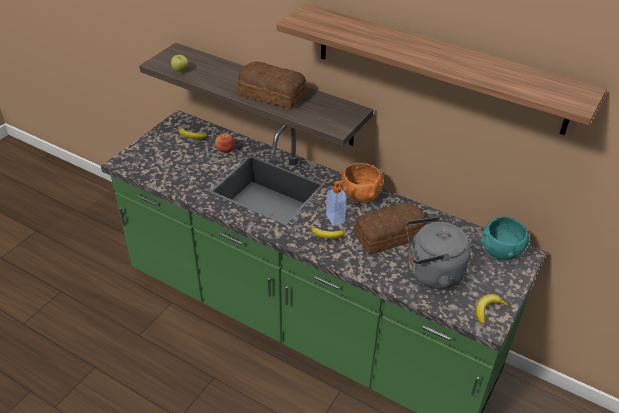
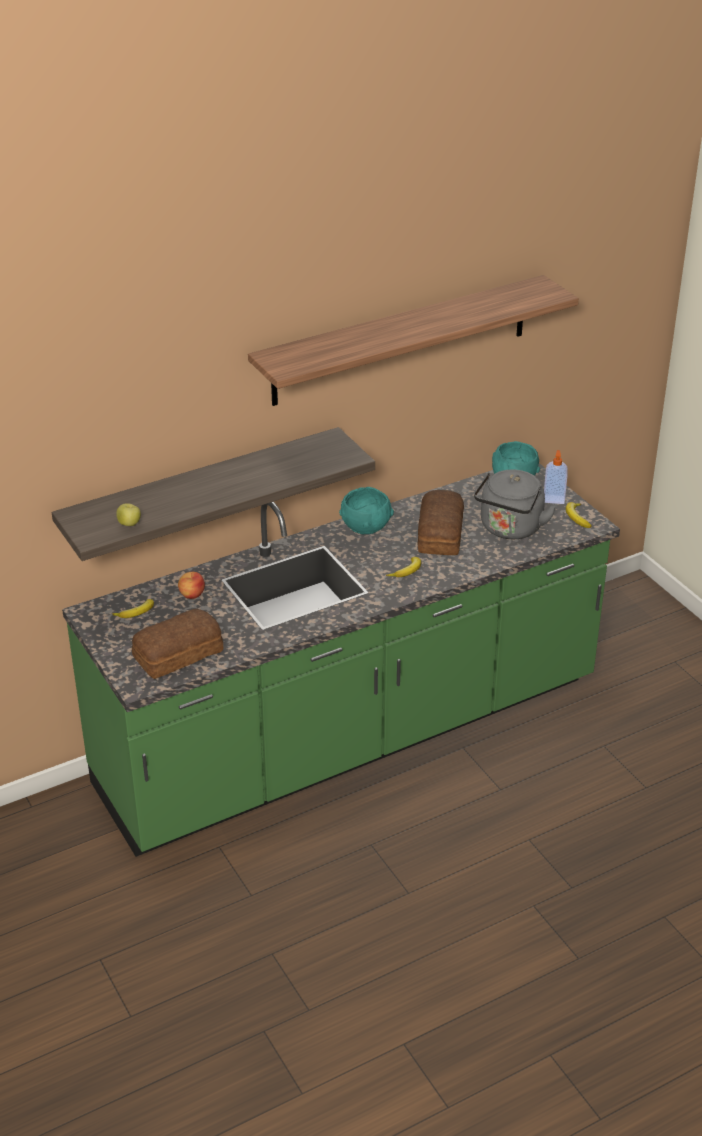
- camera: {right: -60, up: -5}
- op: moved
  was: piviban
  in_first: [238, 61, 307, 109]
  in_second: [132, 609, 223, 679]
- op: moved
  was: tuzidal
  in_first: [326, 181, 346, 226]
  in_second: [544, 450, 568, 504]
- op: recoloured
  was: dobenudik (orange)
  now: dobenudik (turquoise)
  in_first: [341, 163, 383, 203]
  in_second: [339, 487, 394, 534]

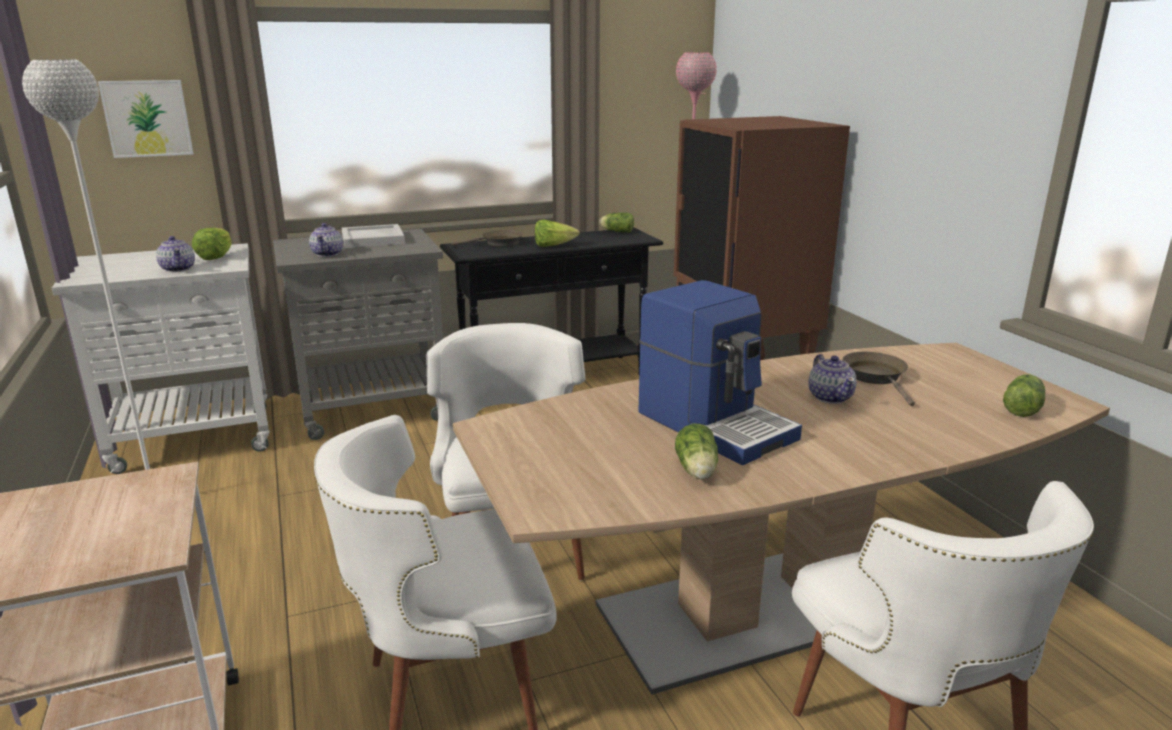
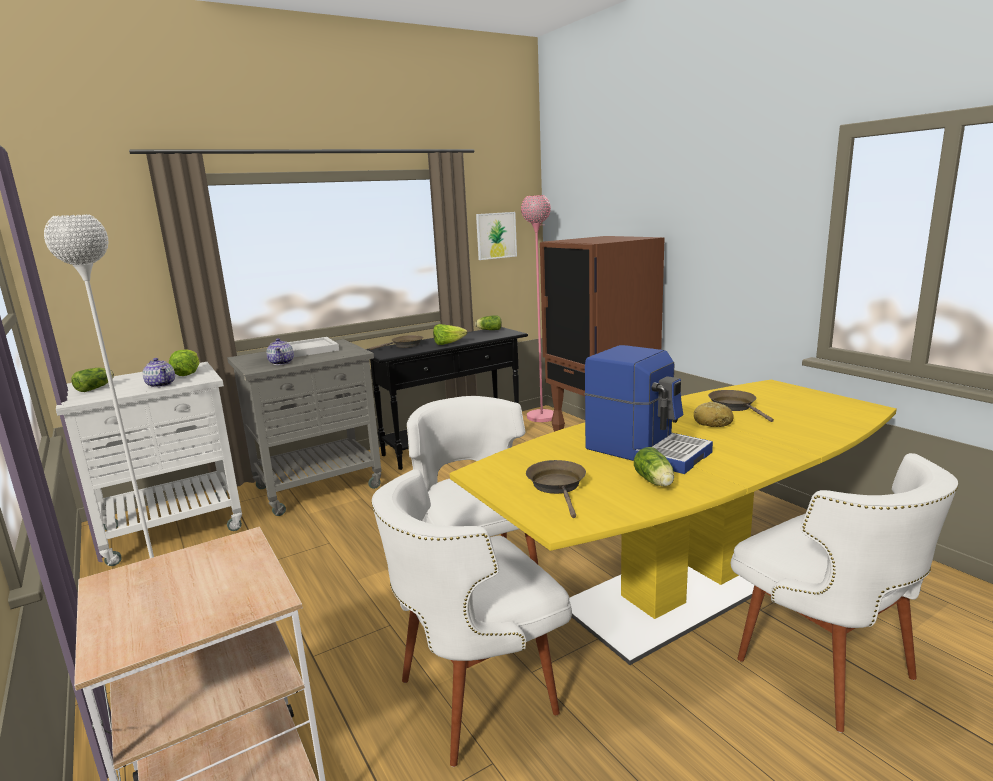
- camera: {right: -10, up: -5}
- op: moved
  was: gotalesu
  in_first: [98, 80, 194, 158]
  in_second: [476, 212, 517, 260]
- op: recoloured
  was: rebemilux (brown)
  now: rebemilux (yellow)
  in_first: [453, 343, 1110, 695]
  in_second: [450, 380, 897, 665]
- op: replaced
  was: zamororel
  now: piviban
  in_first: [808, 354, 856, 404]
  in_second: [694, 401, 734, 427]
- op: moved
  was: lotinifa
  in_first: [1003, 374, 1045, 417]
  in_second: [71, 368, 114, 392]
- op: added
  now: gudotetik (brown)
  in_second: [526, 460, 586, 518]

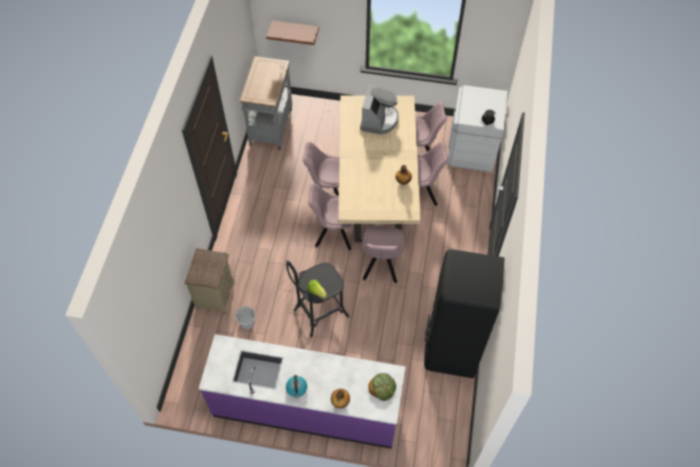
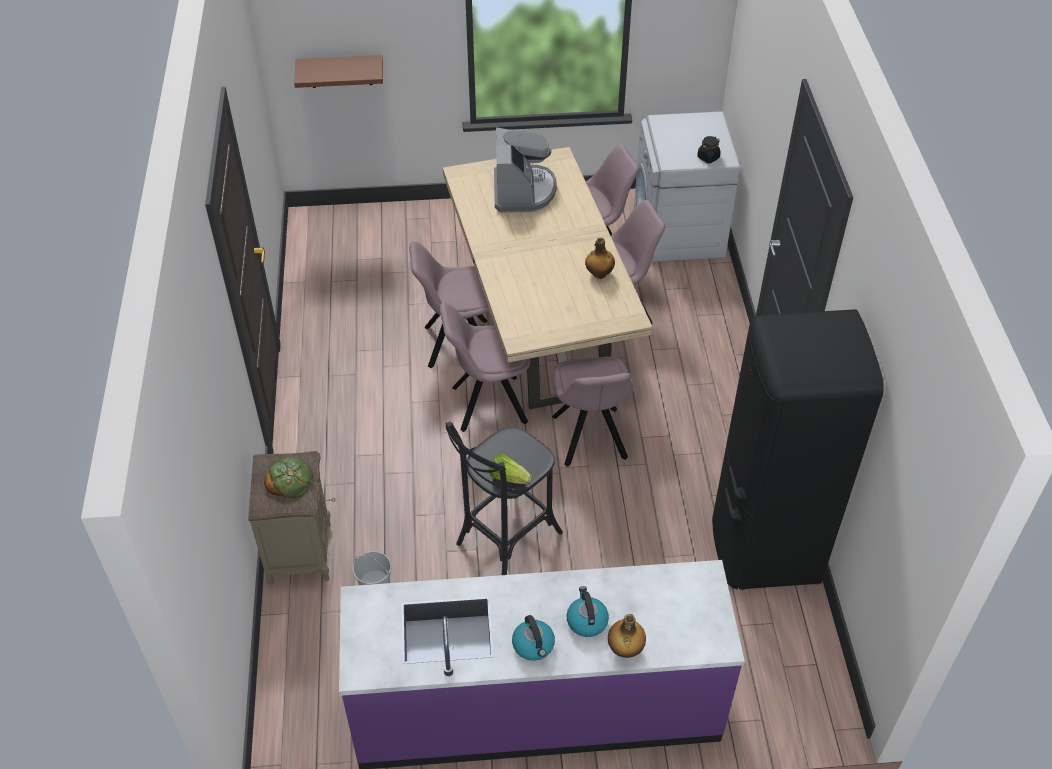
- camera: {right: -15, up: -10}
- op: removed
  was: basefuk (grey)
  in_first: [240, 56, 292, 150]
- op: moved
  was: piviban
  in_first: [368, 373, 396, 401]
  in_second: [264, 457, 313, 499]
- op: added
  now: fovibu
  in_second: [566, 586, 609, 637]

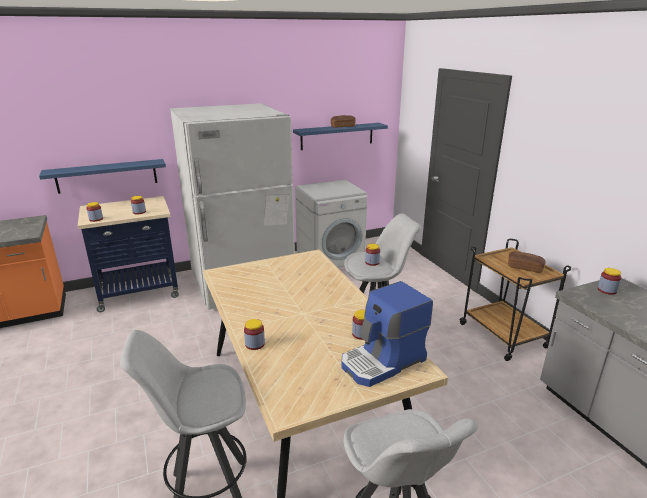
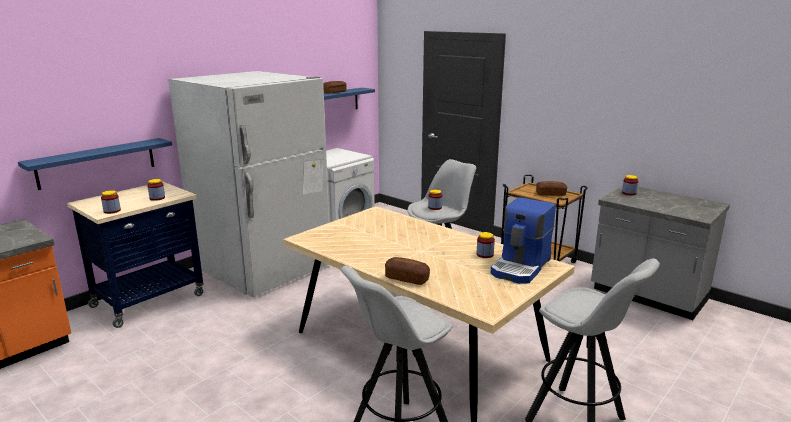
- camera: {right: -25, up: -5}
- op: replaced
  was: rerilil
  now: piviban
  in_first: [244, 319, 265, 350]
  in_second: [385, 257, 430, 285]

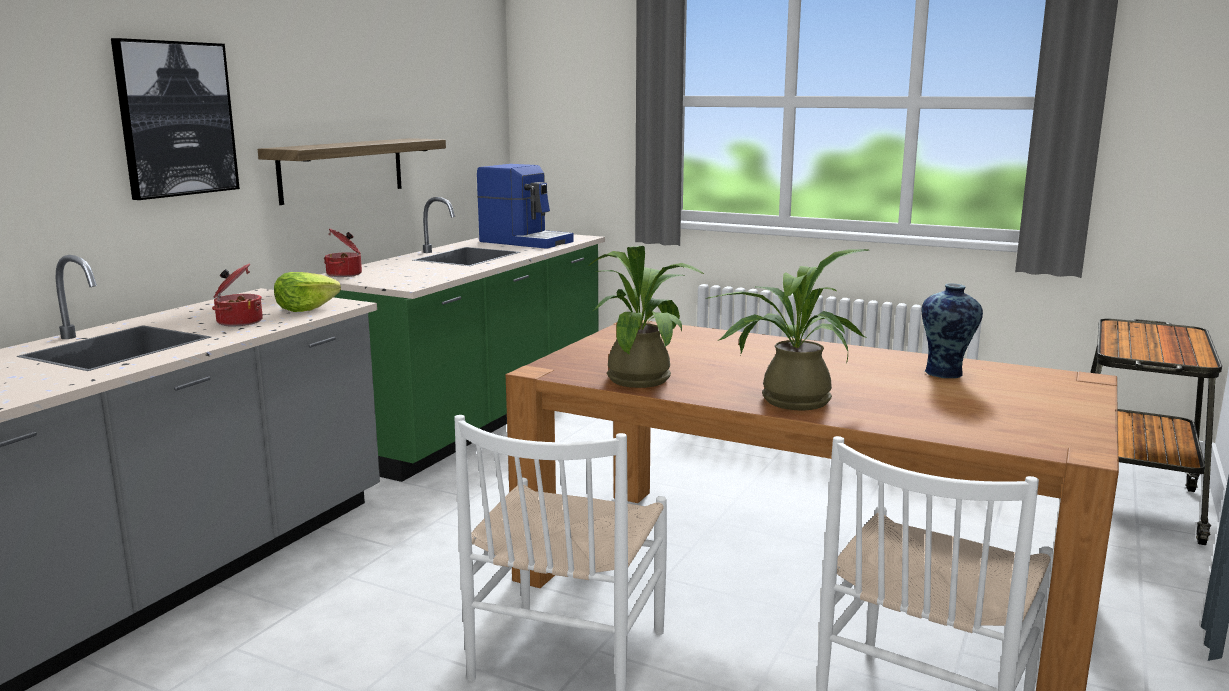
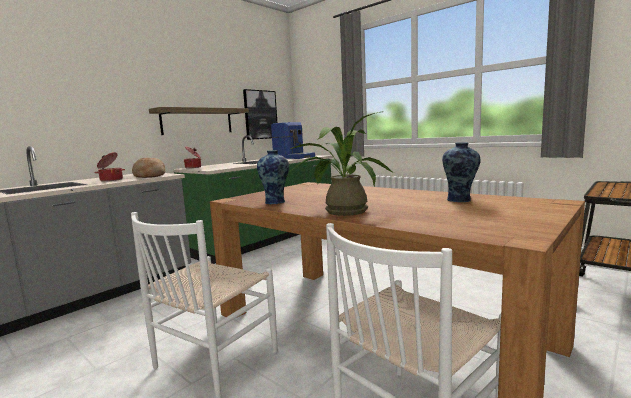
- camera: {right: 15, up: -5}
- op: moved
  was: gotalesu
  in_first: [111, 38, 240, 200]
  in_second: [243, 89, 277, 140]
- op: replaced
  was: lotinifa
  now: piviban
  in_first: [274, 272, 341, 312]
  in_second: [132, 158, 165, 178]
- op: replaced
  was: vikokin
  now: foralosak
  in_first: [589, 246, 705, 388]
  in_second: [257, 150, 289, 204]

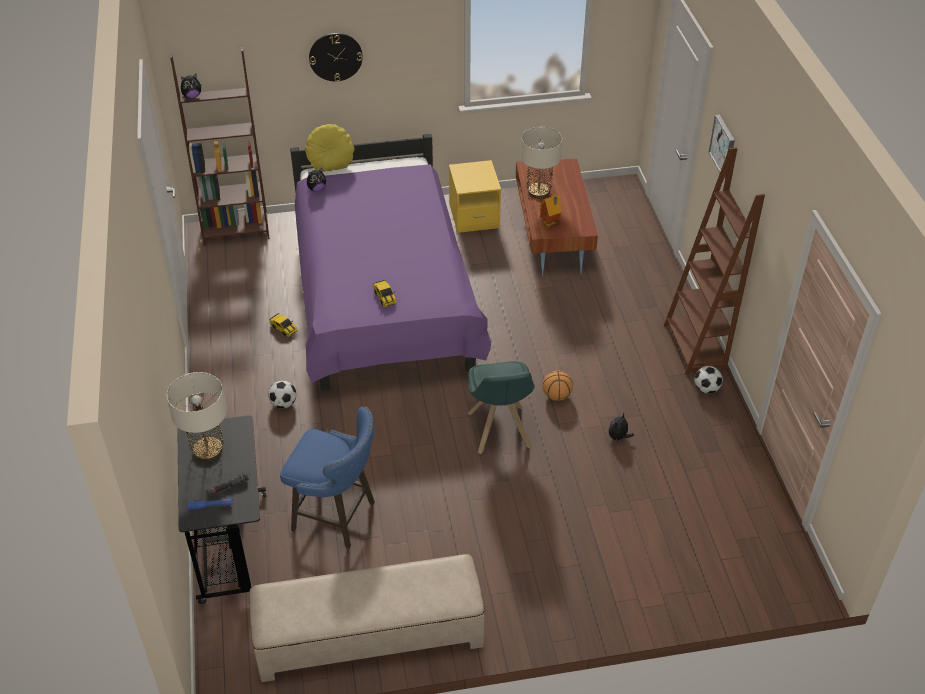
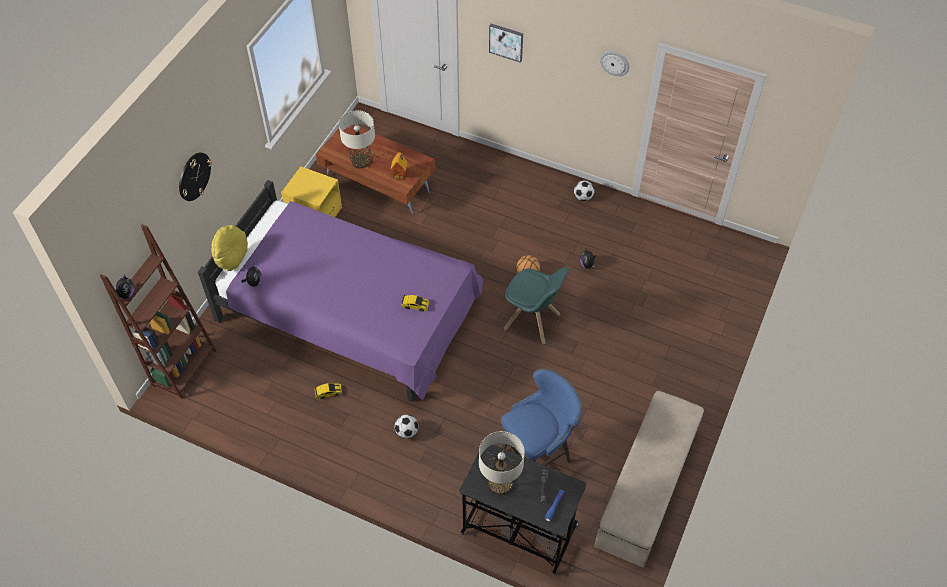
- camera: {right: -55, up: 10}
- op: removed
  was: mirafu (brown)
  in_first: [664, 147, 765, 375]
- op: added
  now: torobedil
  in_second: [600, 51, 629, 76]

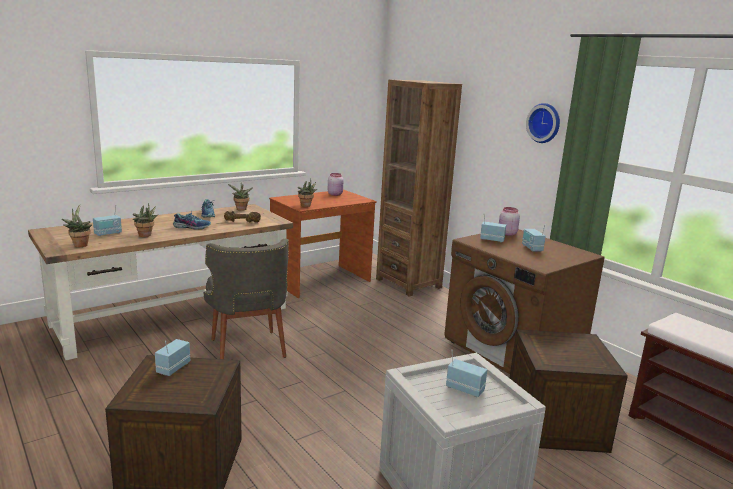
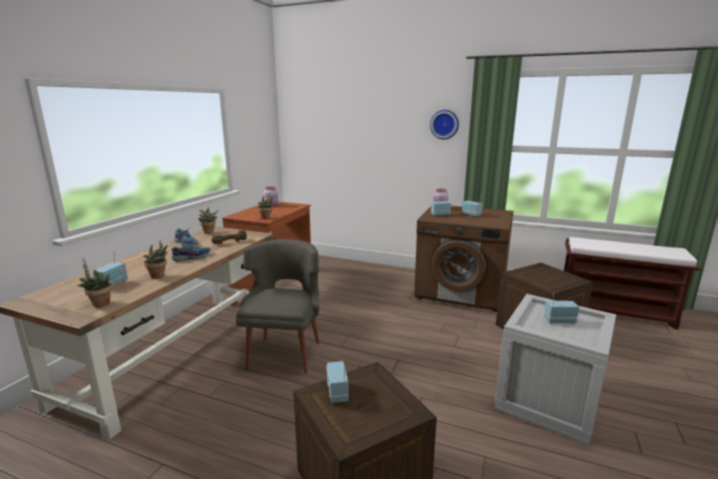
- camera: {right: -30, up: 0}
- op: turned
  was: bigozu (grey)
  in_first: [203, 238, 289, 359]
  in_second: [236, 239, 320, 374]
  clockwise: -120
- op: removed
  was: mirafu (brown)
  in_first: [376, 80, 462, 297]

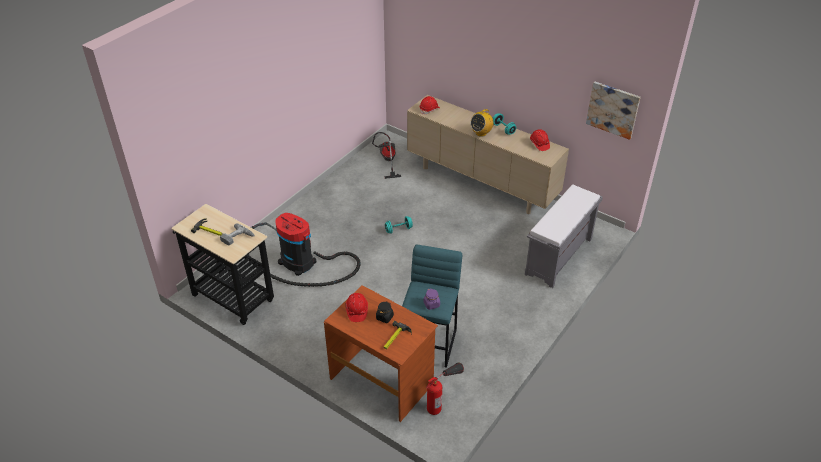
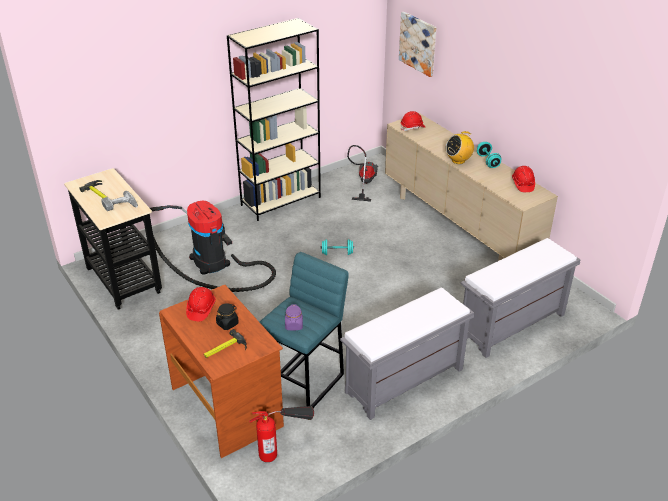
- camera: {right: 20, up: -5}
- op: moved
  was: gotalesu
  in_first: [586, 81, 641, 140]
  in_second: [399, 12, 437, 77]
- op: added
  now: mirafu (beige)
  in_second: [227, 18, 321, 221]
- op: added
  now: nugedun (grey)
  in_second: [340, 287, 474, 420]

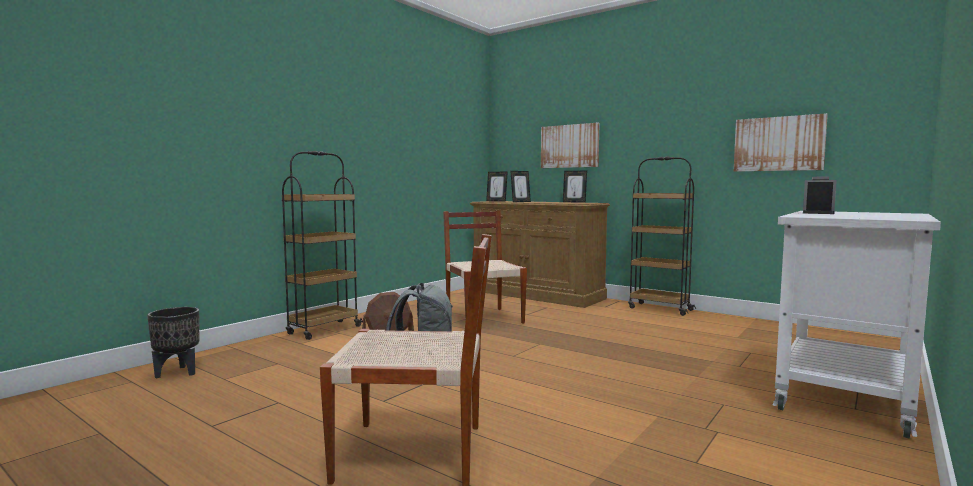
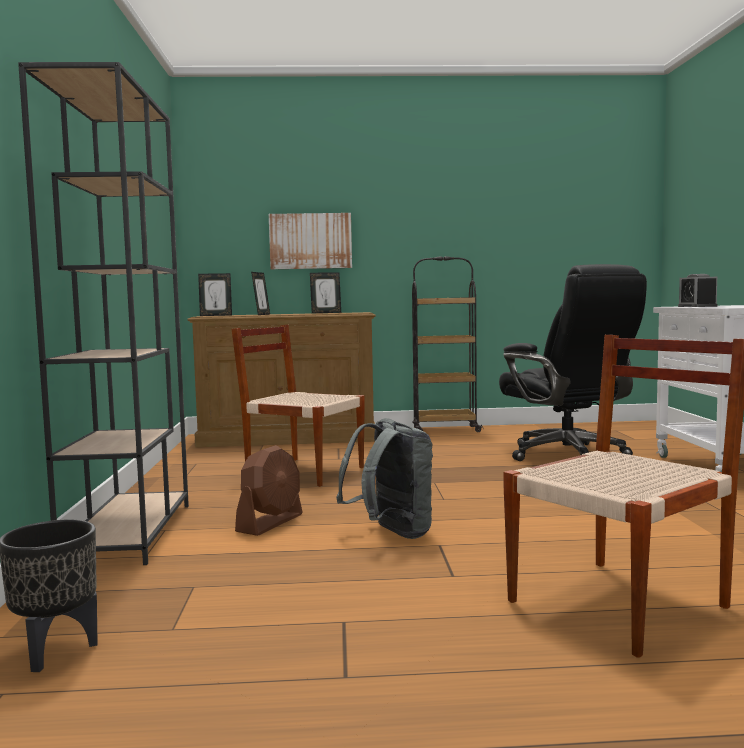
- camera: {right: -40, up: 0}
- op: replaced
  was: basefuk (brown)
  now: mirafu
  in_first: [282, 151, 363, 340]
  in_second: [18, 62, 189, 565]
- op: removed
  was: gotalesu
  in_first: [734, 113, 828, 172]
- op: added
  now: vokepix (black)
  in_second: [499, 264, 647, 461]

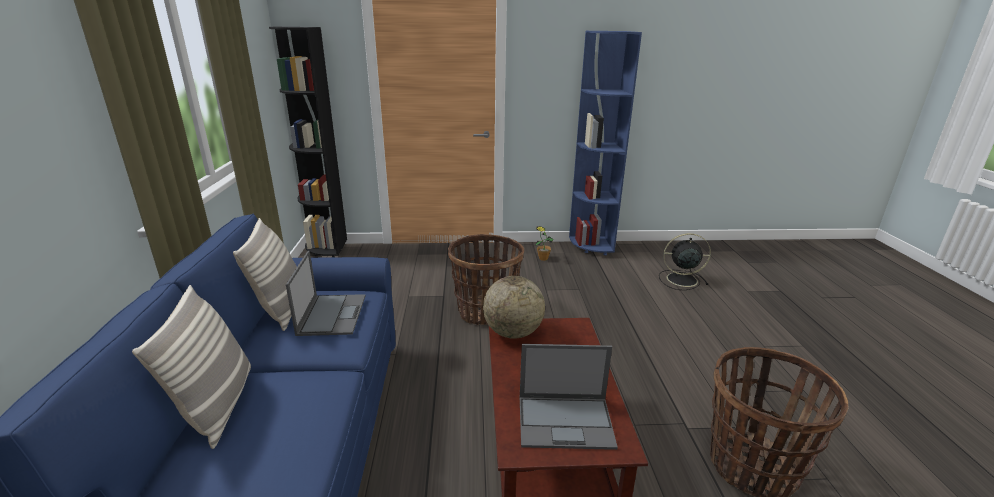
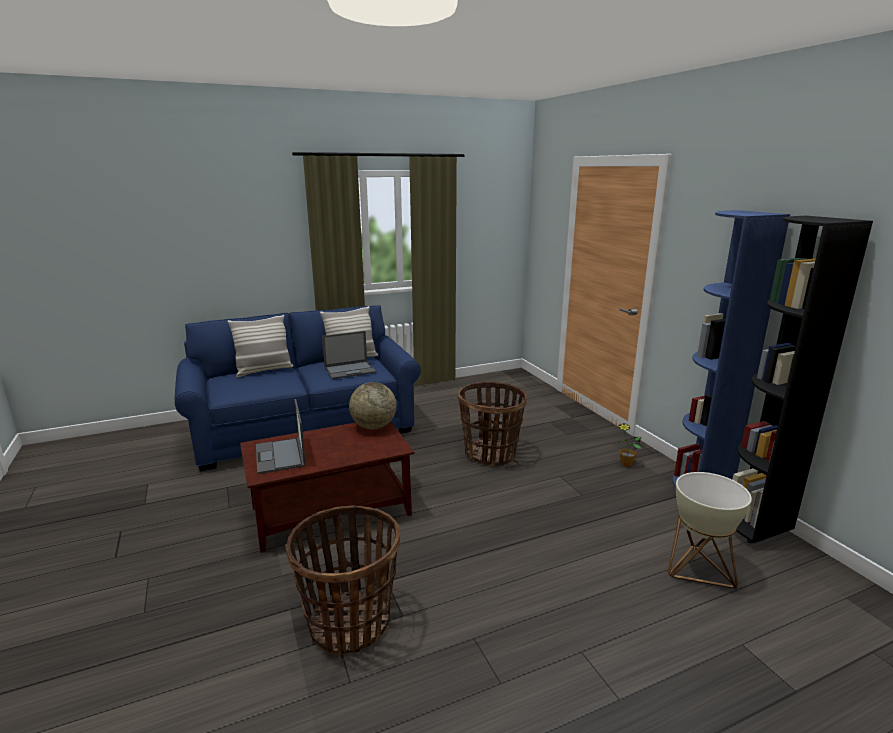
- camera: {right: 70, up: -5}
- op: moved
  was: mirafu (black)
  in_first: [269, 27, 347, 257]
  in_second: [732, 216, 873, 543]
- op: replaced
  was: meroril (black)
  now: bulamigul
  in_first: [659, 233, 711, 290]
  in_second: [668, 472, 752, 589]

